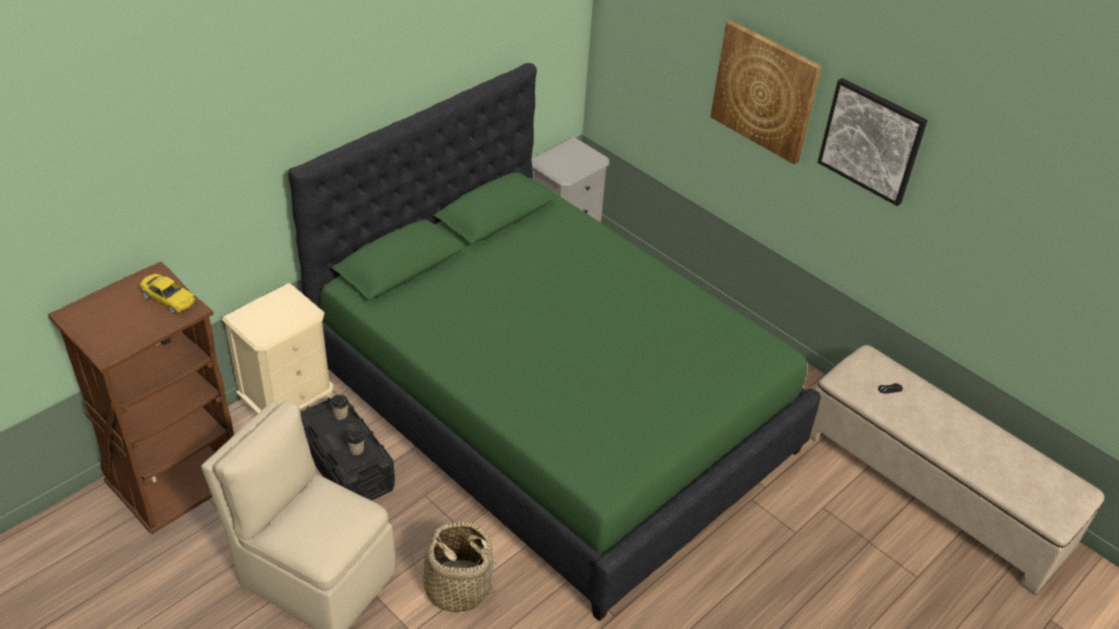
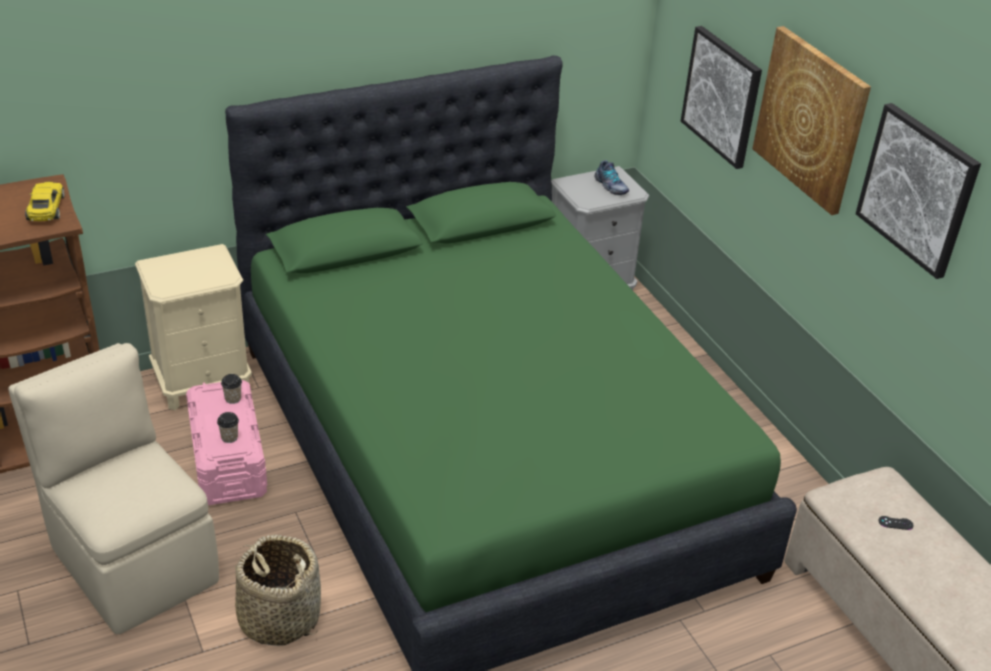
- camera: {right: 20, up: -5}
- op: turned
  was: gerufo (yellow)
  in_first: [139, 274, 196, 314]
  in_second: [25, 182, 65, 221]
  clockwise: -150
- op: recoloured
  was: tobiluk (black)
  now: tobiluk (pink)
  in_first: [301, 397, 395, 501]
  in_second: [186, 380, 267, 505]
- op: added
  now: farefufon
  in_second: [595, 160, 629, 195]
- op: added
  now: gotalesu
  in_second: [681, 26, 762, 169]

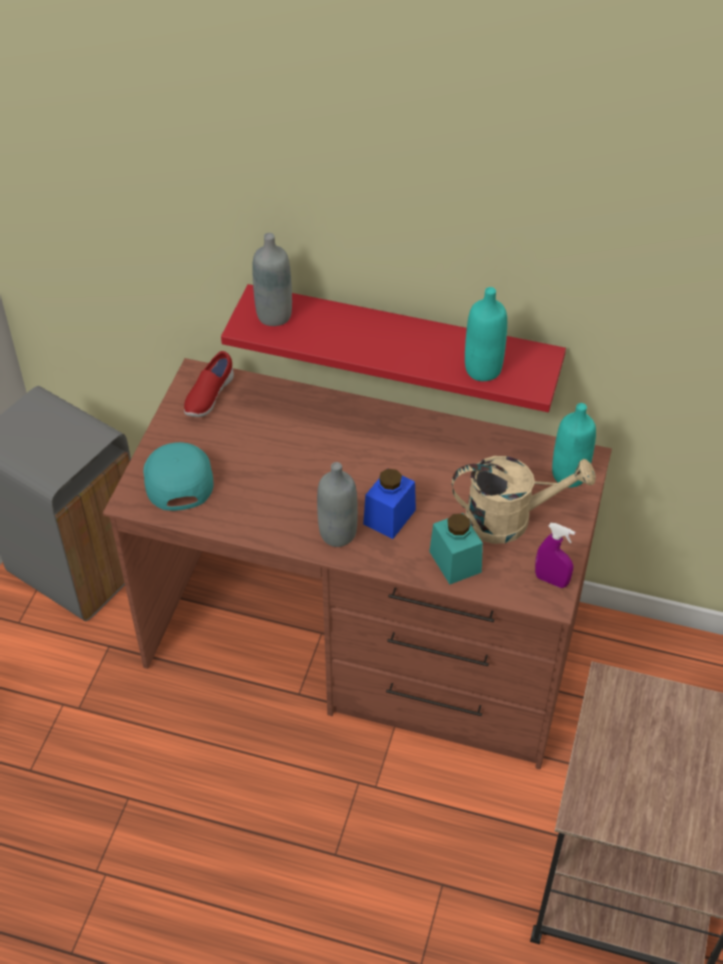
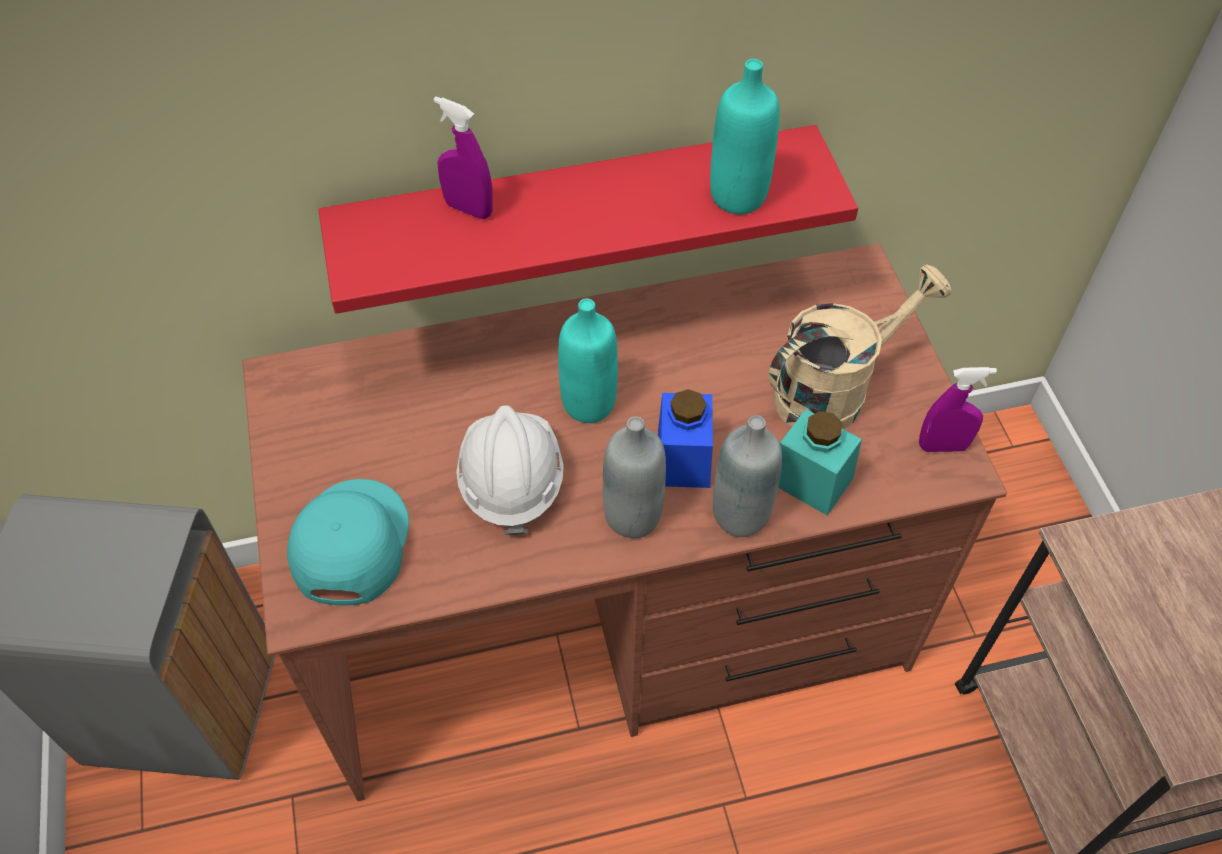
- camera: {right: -30, up: 5}
- op: turned
  was: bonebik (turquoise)
  in_first: [143, 442, 214, 511]
  in_second: [287, 479, 409, 606]
  clockwise: 45
- op: removed
  was: farefufon (red)
  in_first: [184, 351, 234, 417]
- op: moved
  was: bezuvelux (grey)
  in_first: [252, 233, 292, 326]
  in_second: [713, 415, 782, 537]
- op: moved
  was: bezuvelux (turquoise)
  in_first: [552, 403, 596, 488]
  in_second: [558, 298, 618, 423]
- op: added
  now: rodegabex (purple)
  in_second: [434, 96, 492, 219]
- op: added
  now: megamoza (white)
  in_second: [456, 405, 564, 535]

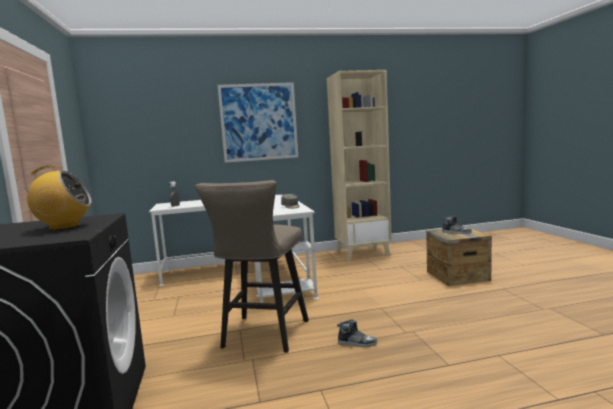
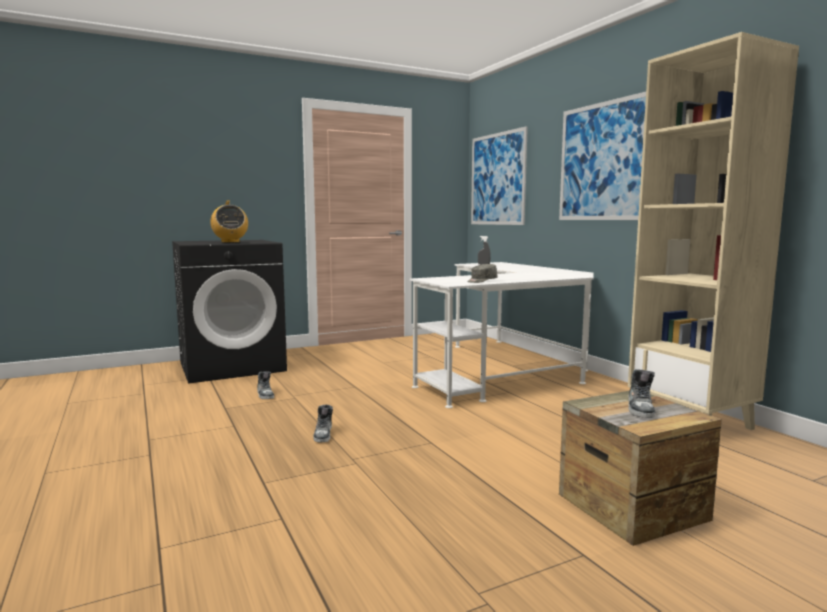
- camera: {right: 75, up: 0}
- op: removed
  was: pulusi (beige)
  in_first: [195, 180, 309, 353]
- op: added
  now: farefufon
  in_second: [257, 371, 274, 399]
- op: added
  now: gotalesu
  in_second: [471, 126, 528, 225]

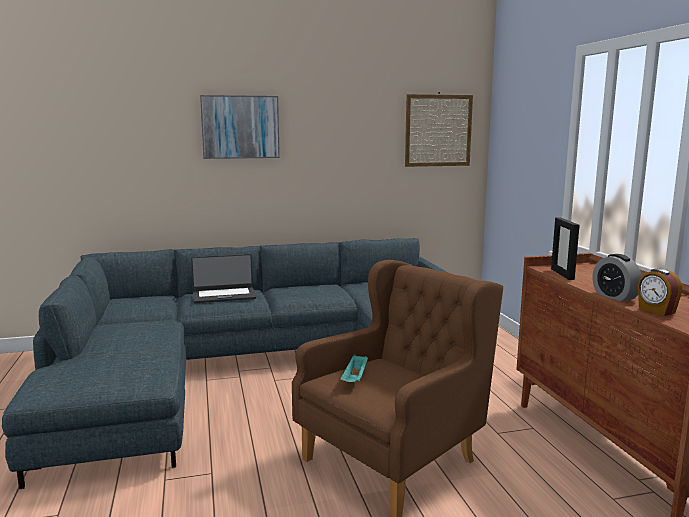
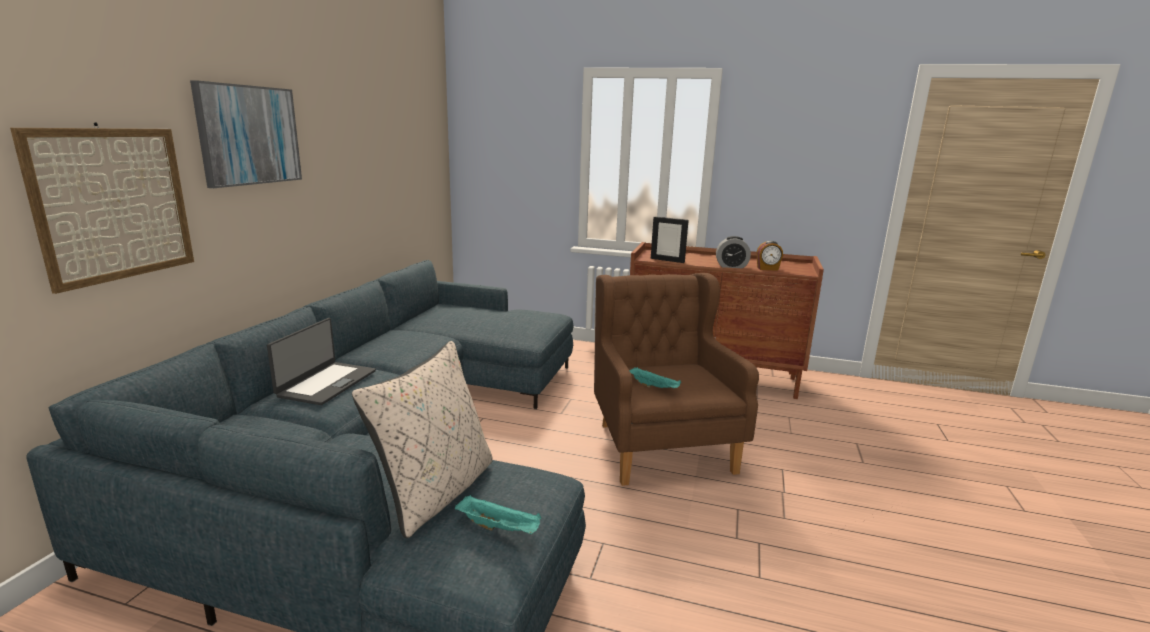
- camera: {right: -60, up: 5}
- op: moved
  was: gotalesu
  in_first: [405, 92, 473, 167]
  in_second: [10, 122, 194, 294]
- op: added
  now: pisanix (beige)
  in_second: [352, 341, 493, 538]
- op: added
  now: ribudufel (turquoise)
  in_second: [455, 495, 541, 534]

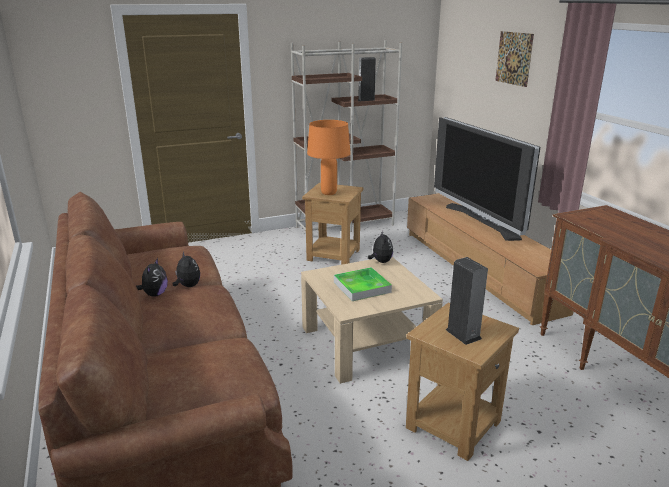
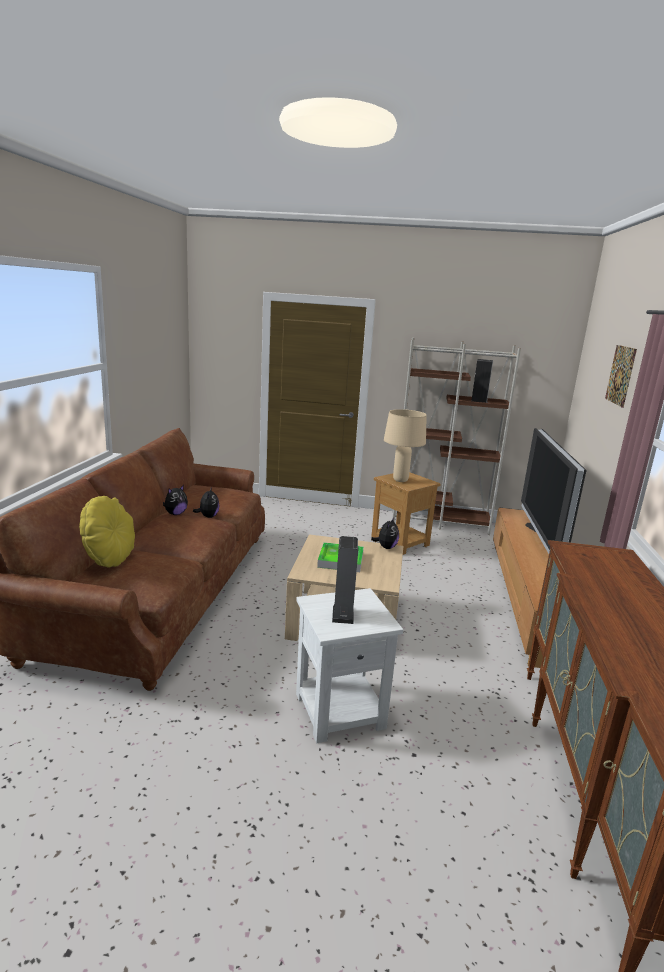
- camera: {right: 30, up: -5}
- op: recoloured
  was: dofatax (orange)
  now: dofatax (beige)
  in_first: [307, 120, 351, 195]
  in_second: [384, 409, 427, 482]
- op: recoloured
  was: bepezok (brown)
  now: bepezok (white)
  in_first: [406, 303, 519, 461]
  in_second: [296, 588, 403, 743]
- op: added
  now: pisanix (yellow)
  in_second: [79, 496, 135, 567]

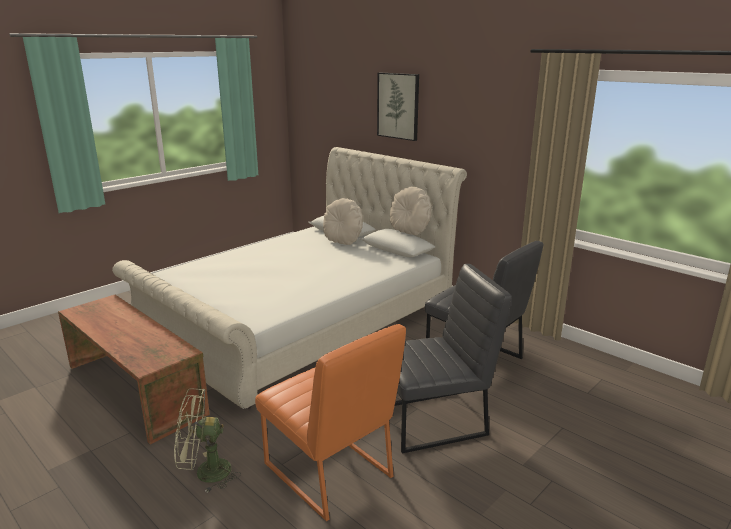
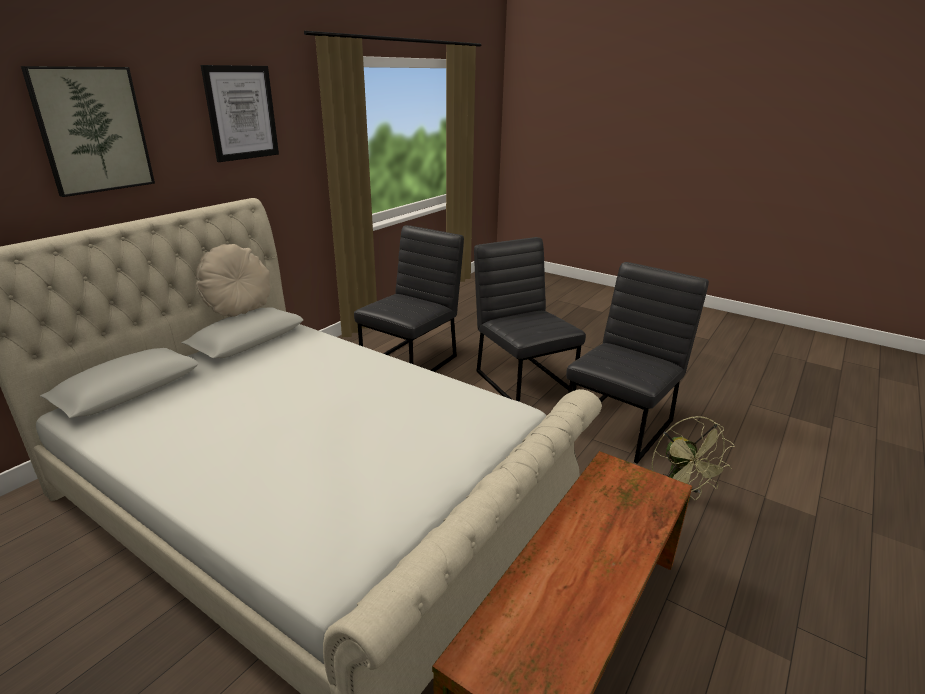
- camera: {right: -100, up: 5}
- op: recoloured
  was: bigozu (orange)
  now: bigozu (grey)
  in_first: [255, 324, 406, 521]
  in_second: [566, 262, 709, 464]
- op: removed
  was: pisanix (beige)
  in_first: [323, 198, 363, 245]
- op: added
  now: gotalesu
  in_second: [201, 65, 279, 162]

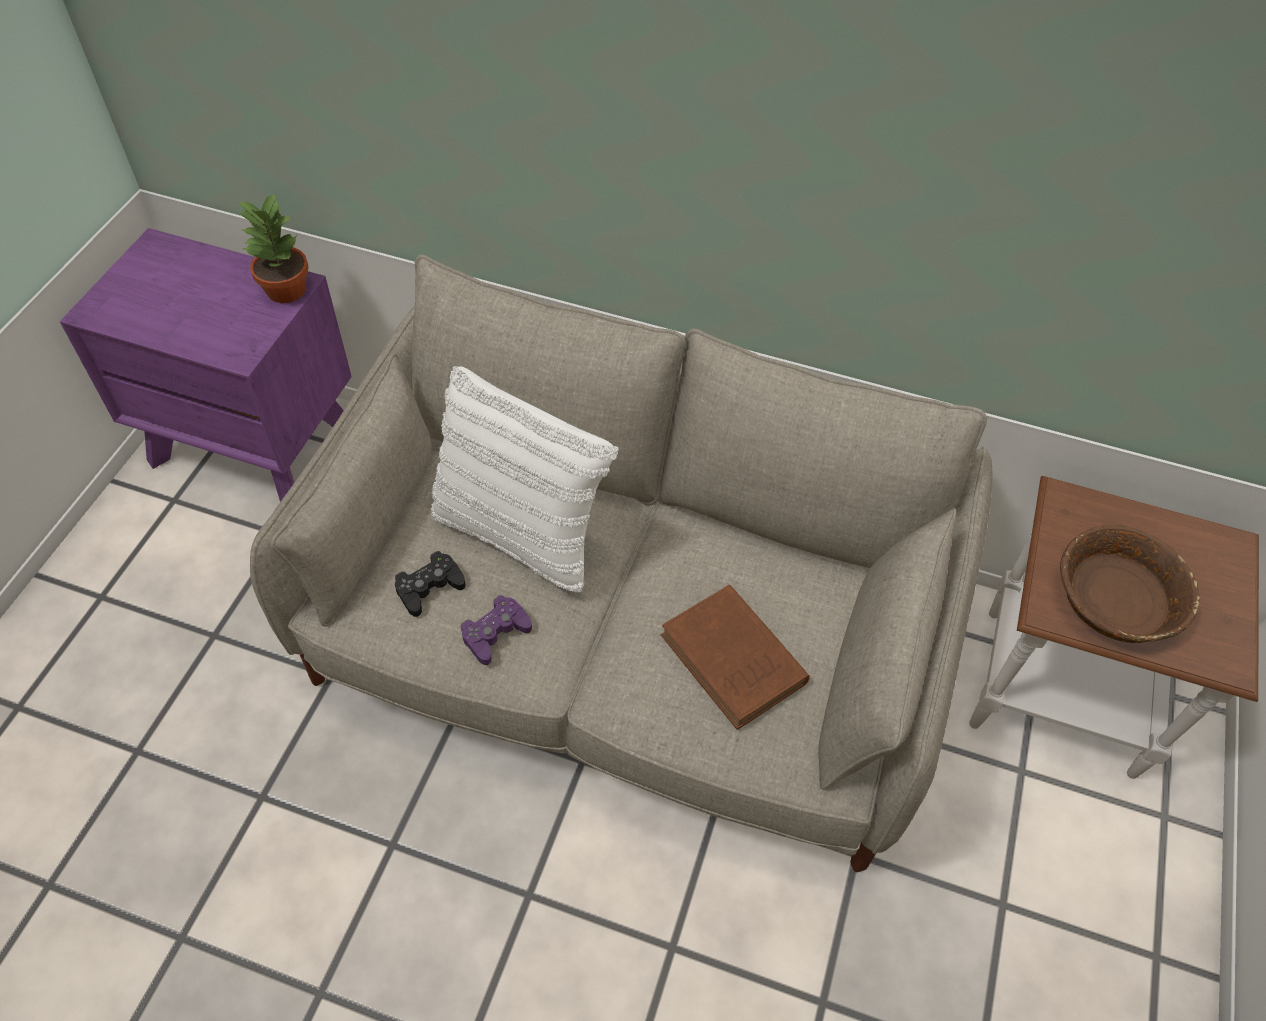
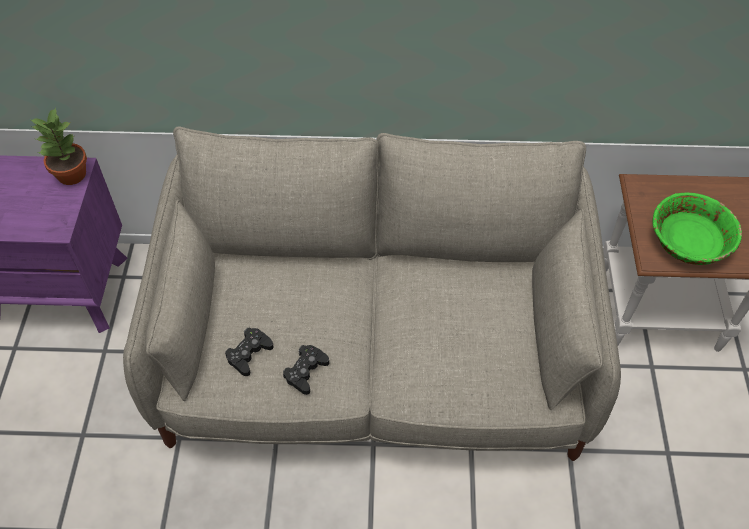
- camera: {right: -15, up: 0}
- op: removed
  was: pisanix (white)
  in_first: [431, 366, 619, 593]
- op: recoloured
  was: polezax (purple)
  now: polezax (black)
  in_first: [461, 595, 532, 665]
  in_second: [283, 345, 329, 395]
- op: removed
  was: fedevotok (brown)
  in_first: [661, 585, 810, 730]
- op: recoloured
  was: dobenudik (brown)
  now: dobenudik (green)
  in_first: [1060, 524, 1200, 643]
  in_second: [653, 193, 742, 265]

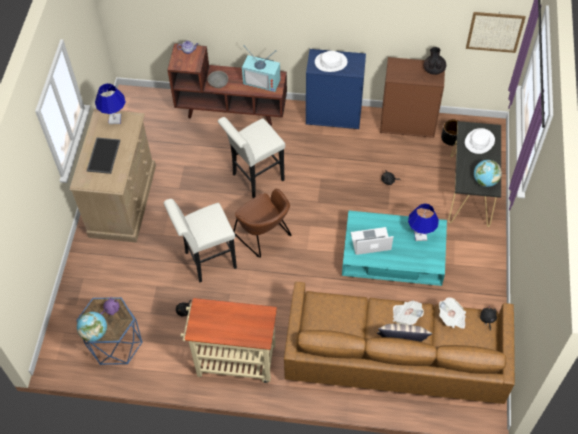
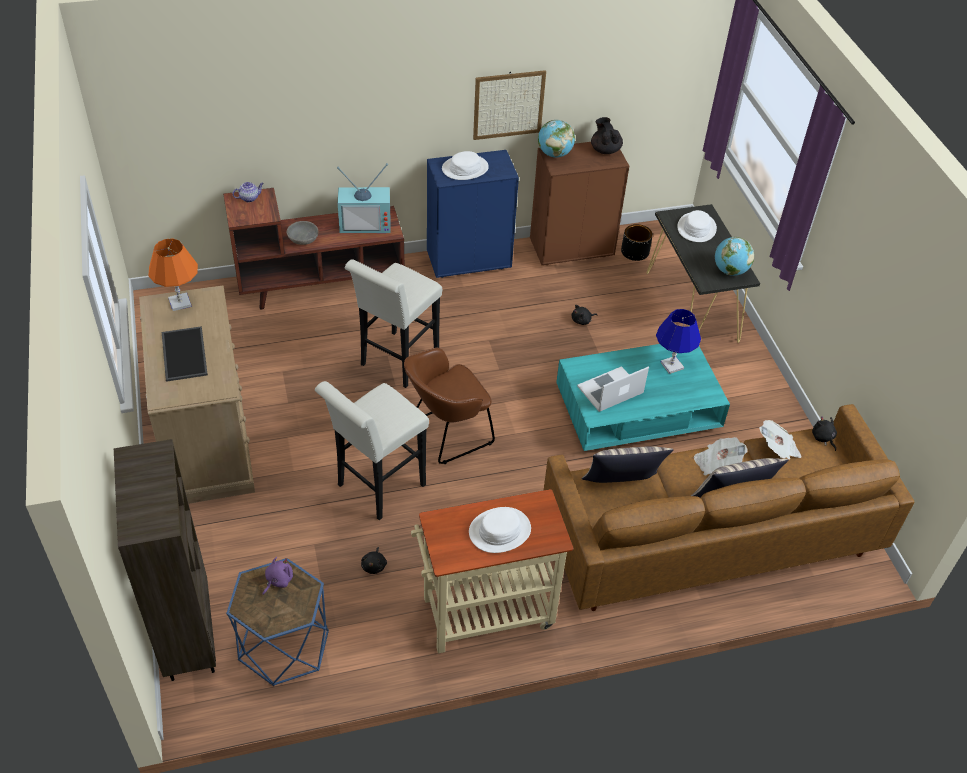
- camera: {right: -25, up: -10}
- op: moved
  was: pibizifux
  in_first: [77, 312, 107, 342]
  in_second: [538, 120, 575, 158]
- op: recoloured
  was: dofatax (blue)
  now: dofatax (orange)
  in_first: [95, 83, 126, 124]
  in_second: [149, 239, 198, 311]
- op: turned
  was: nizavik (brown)
  in_first: [233, 189, 292, 258]
  in_second: [404, 348, 495, 464]
  clockwise: 120
- op: moved
  was: gotalesu
  in_first: [466, 12, 526, 53]
  in_second: [473, 70, 546, 140]
- op: added
  now: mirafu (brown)
  in_second: [114, 439, 216, 681]
- op: added
  now: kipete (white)
  in_second: [469, 507, 531, 553]
- op: added
  now: pisanix
  in_second: [582, 446, 673, 483]

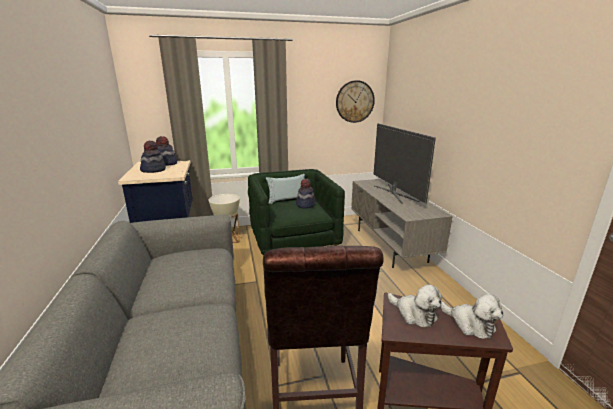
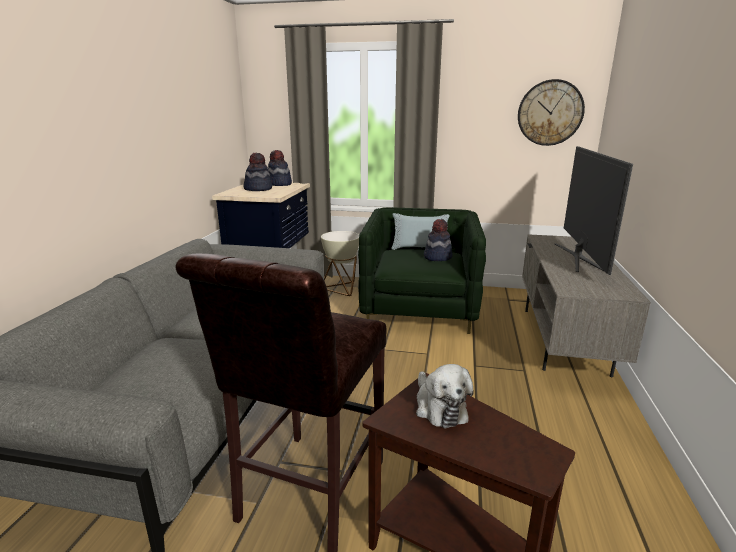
- camera: {right: 25, up: 0}
- op: removed
  was: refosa
  in_first: [440, 294, 503, 339]

